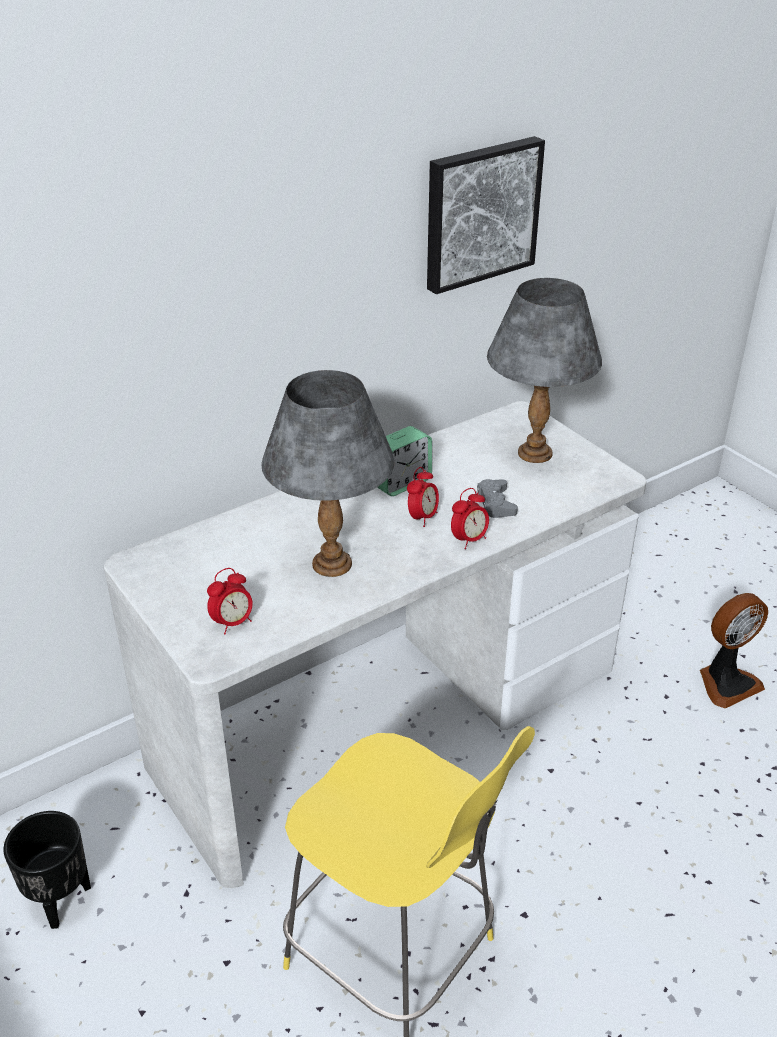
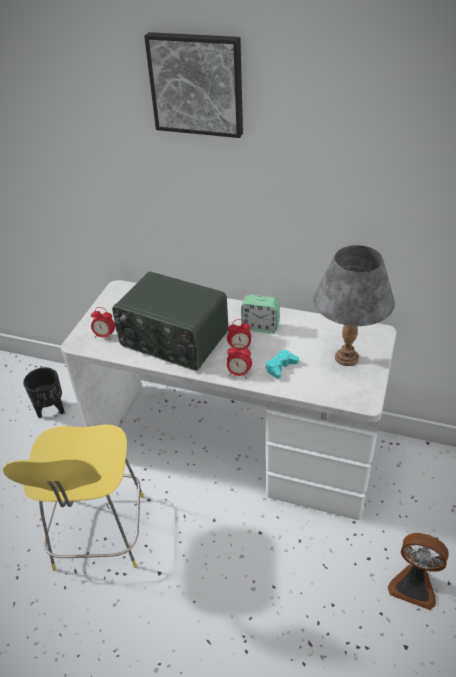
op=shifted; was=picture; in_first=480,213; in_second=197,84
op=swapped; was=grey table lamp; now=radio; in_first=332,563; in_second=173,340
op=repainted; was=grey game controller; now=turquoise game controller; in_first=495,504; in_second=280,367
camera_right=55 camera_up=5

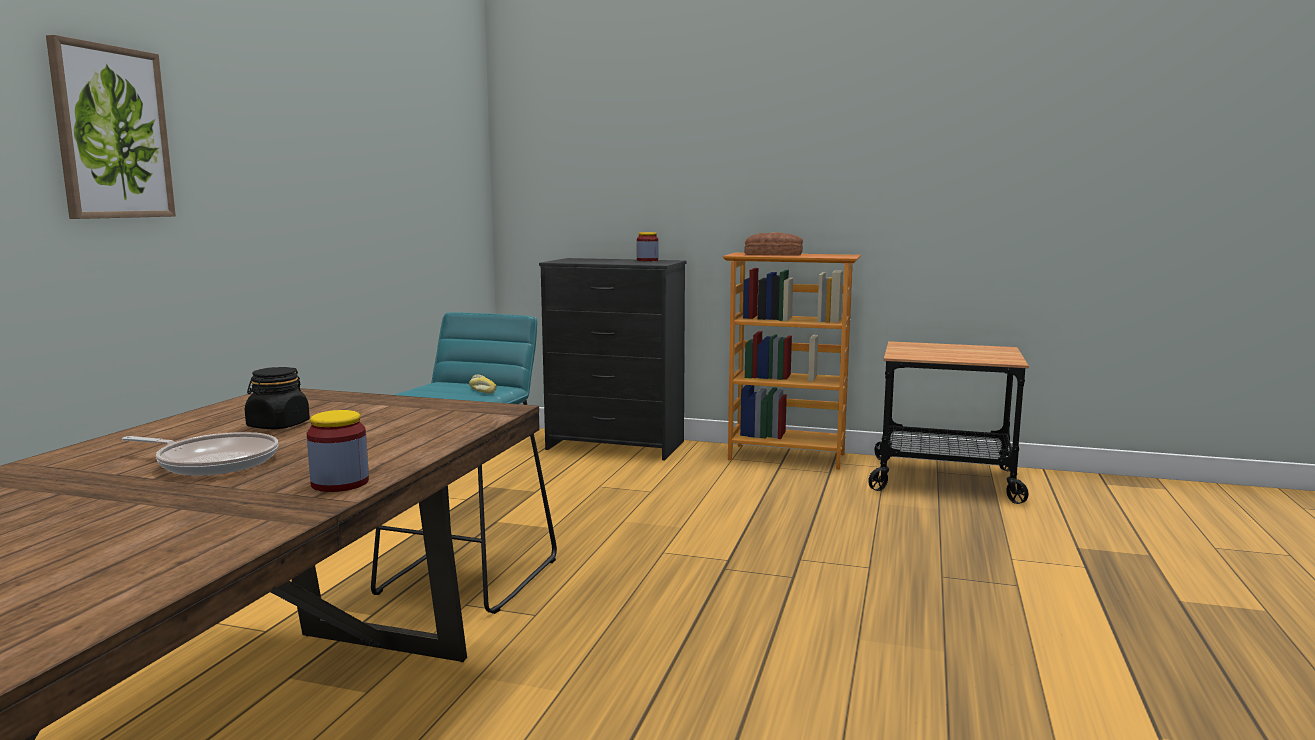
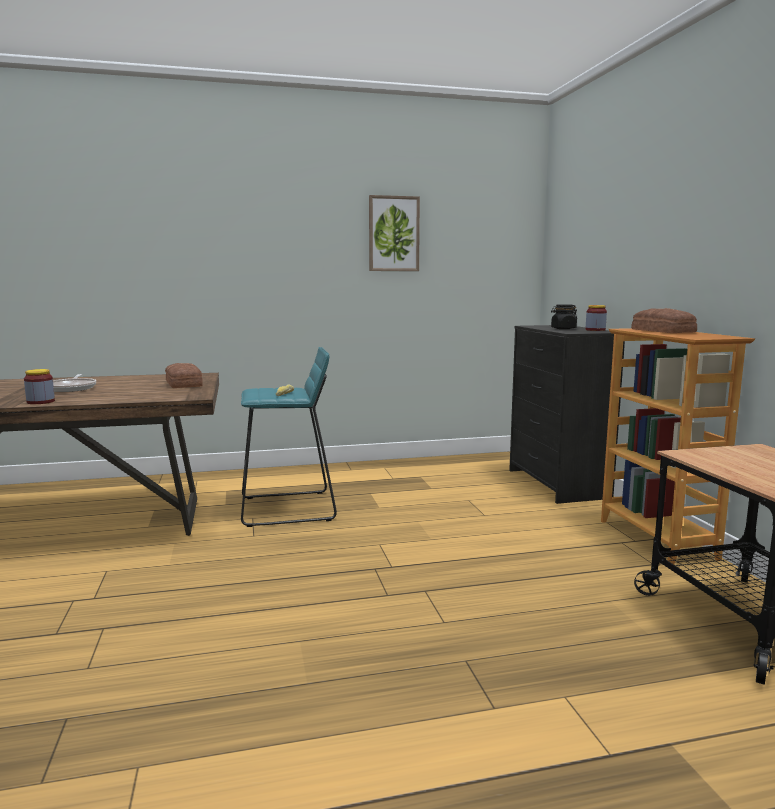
op=new; now=bread; in_second=182,384
op=shifted; was=picture; in_first=111,133; in_second=393,234
op=shifted; was=black jar; in_first=278,425; in_second=563,328
camera_right=60 camera_up=0

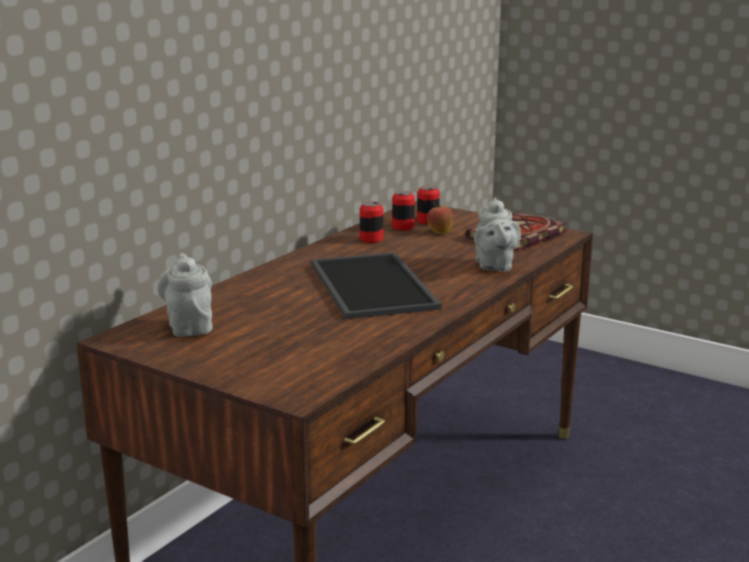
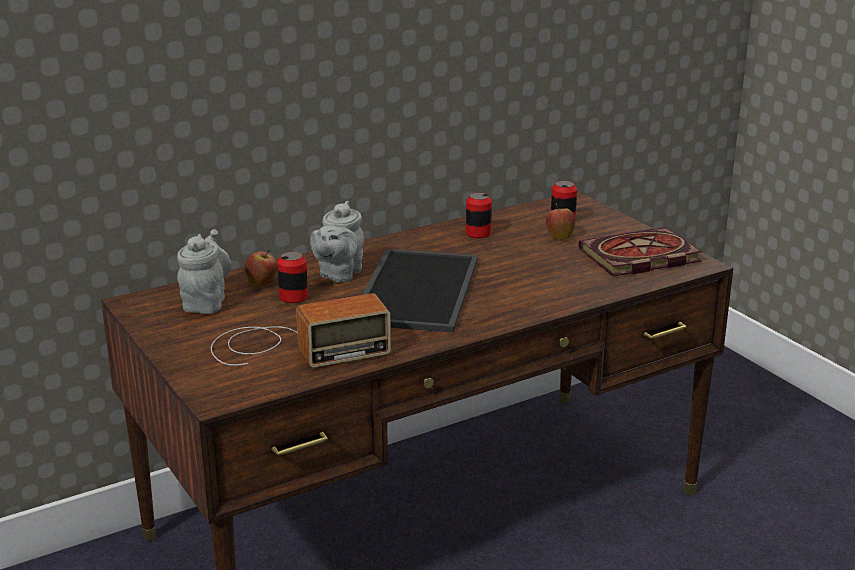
op=new; now=radio; in_second=293,347
op=new; now=apple; in_second=262,283
op=shifted; was=can; in_first=403,227; in_second=293,297
op=shifted; was=grey teapot; in_first=494,266; in_second=338,274
camera_right=25 camera_up=5

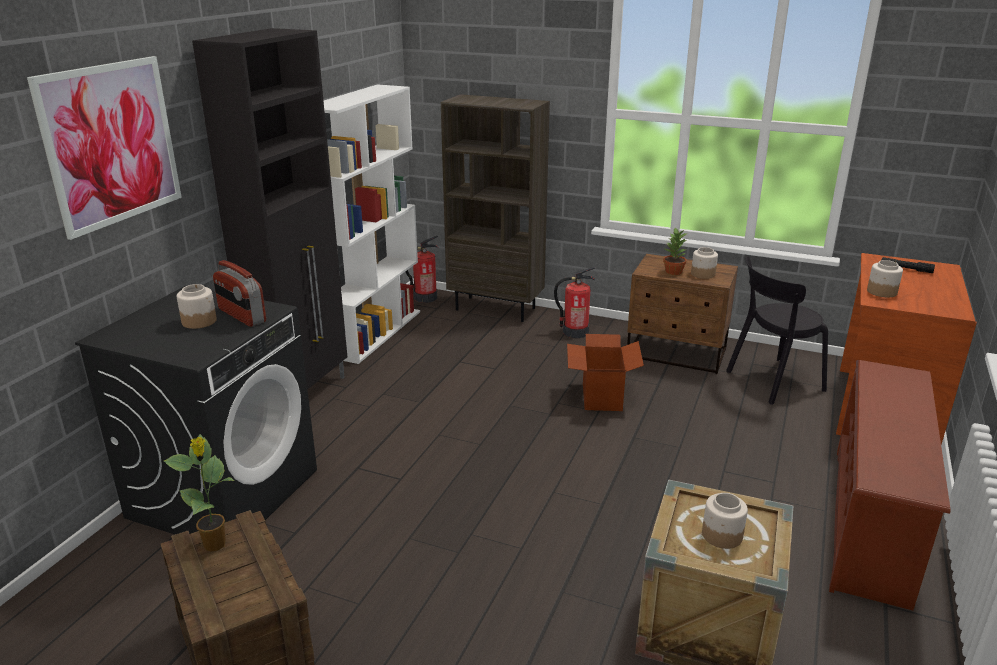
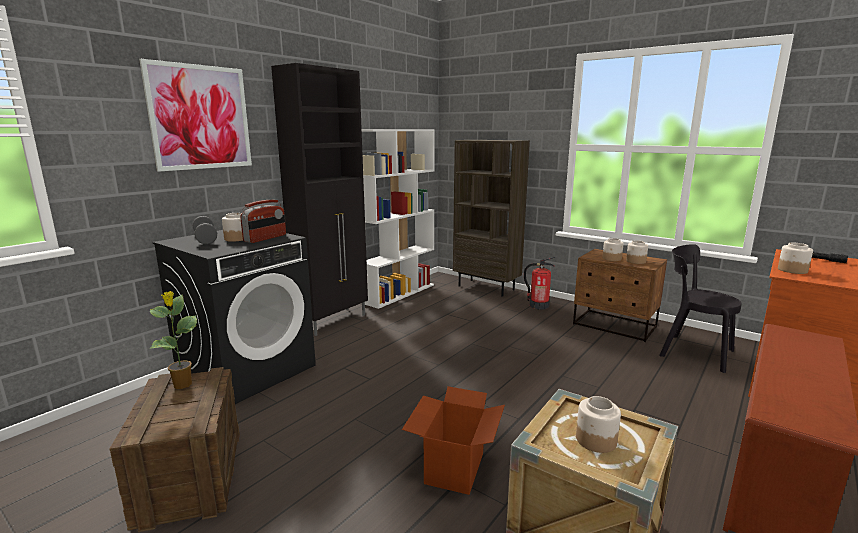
op=gone; was=fire extinguisher; in_first=425,298
op=new; now=grey dumbbell; in_second=205,239
op=shifted; was=cardboard box; in_first=601,397; in_second=453,468
op=swapped; was=potted plant; now=jar; in_first=673,272; in_second=612,258
op=rotated; was=radio; in_first=241,316; in_second=265,238; clockwise=-120
op=rotated; was=black chair; in_first=771,381; in_second=692,352; clockwise=45
camera_right=15 camera_up=-10

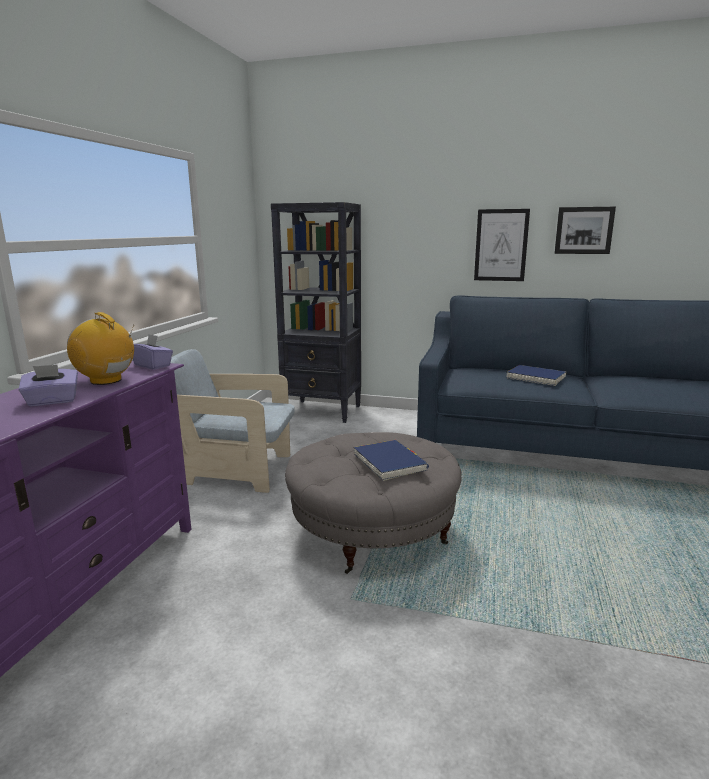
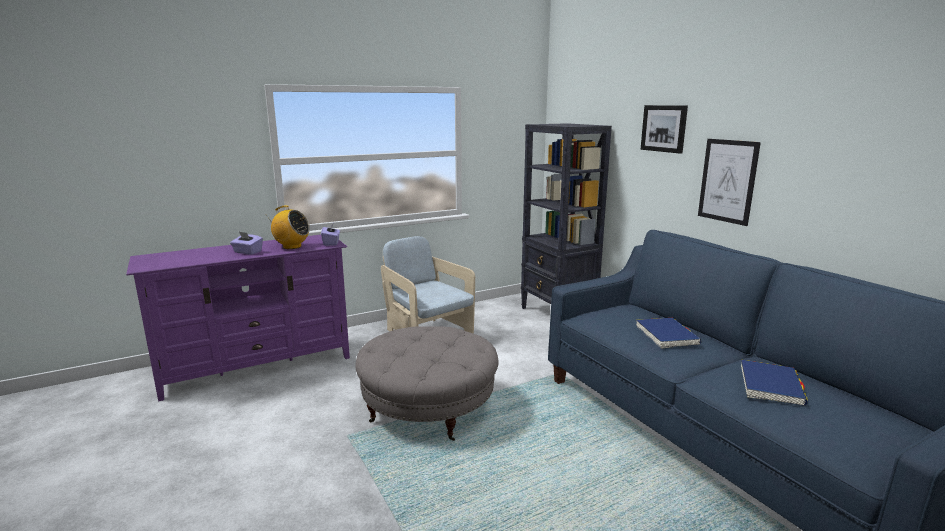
op=shifted; was=blue book; in_first=389,463; in_second=770,385
op=shifted; was=picture; in_first=583,230; in_second=664,128
op=rotated; was=radio; in_first=106,380; in_second=291,247; clockwise=120
camera_right=45 camera_up=0

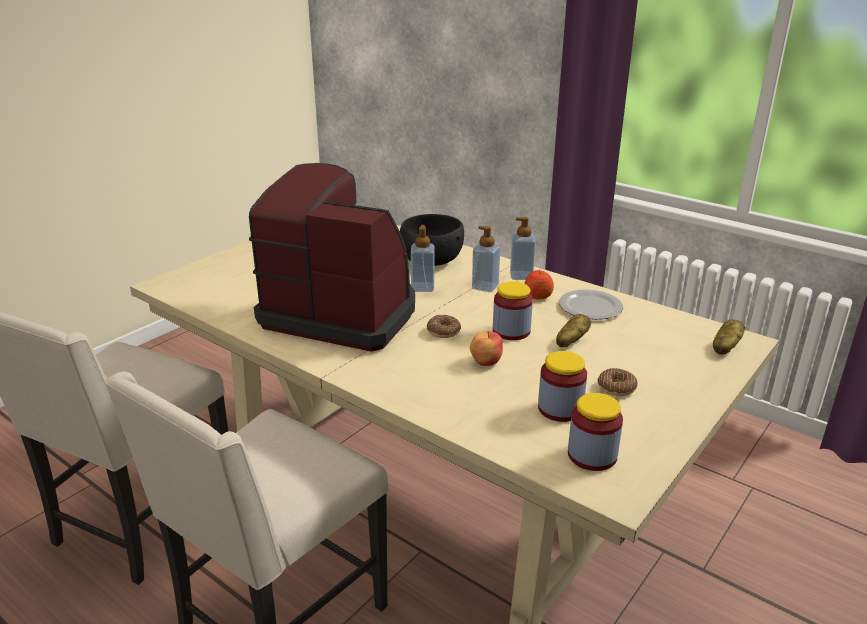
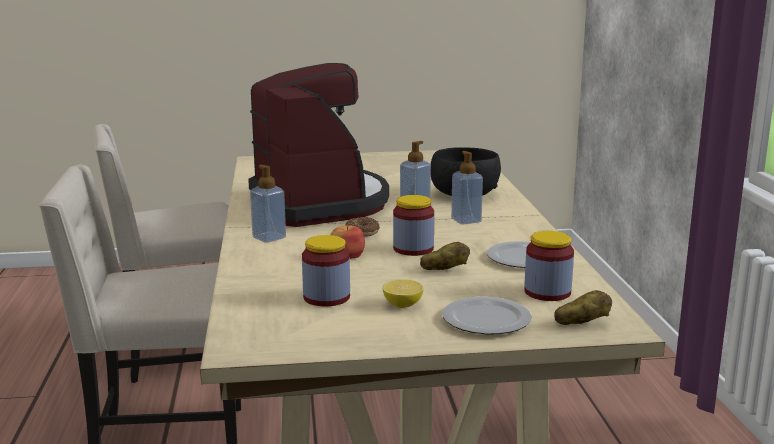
op=gone; was=apple; in_first=537,296
op=new; now=plate; in_second=487,320
op=shifted; was=soap dispenser; in_first=521,276; in_second=269,238
op=shifted; was=jar; in_first=592,455; in_second=547,292
op=swapped; was=donut; now=lemon; in_first=616,388; in_second=403,305
camera_right=45 camera_up=-10

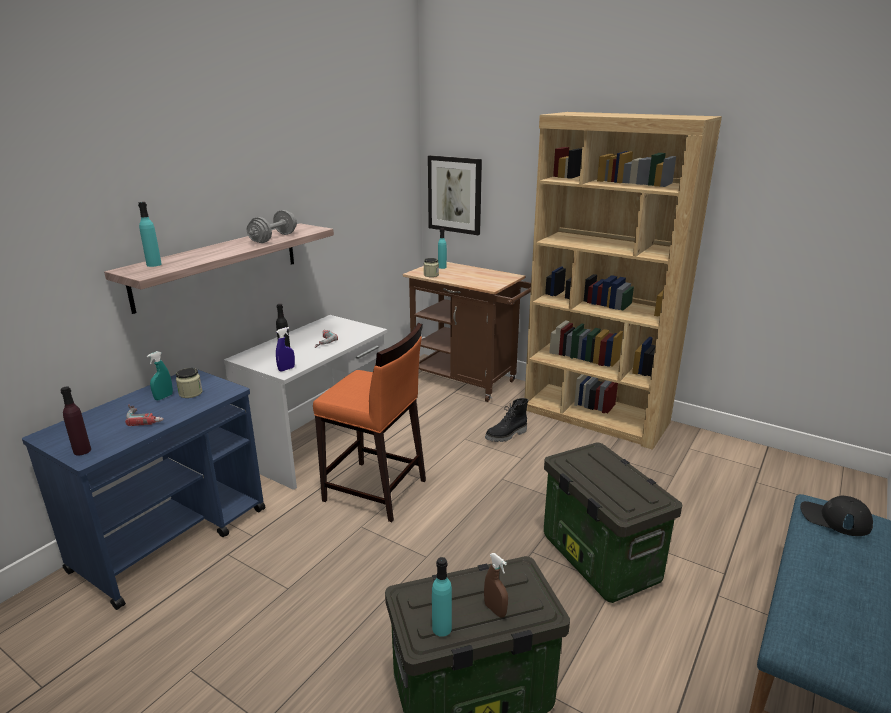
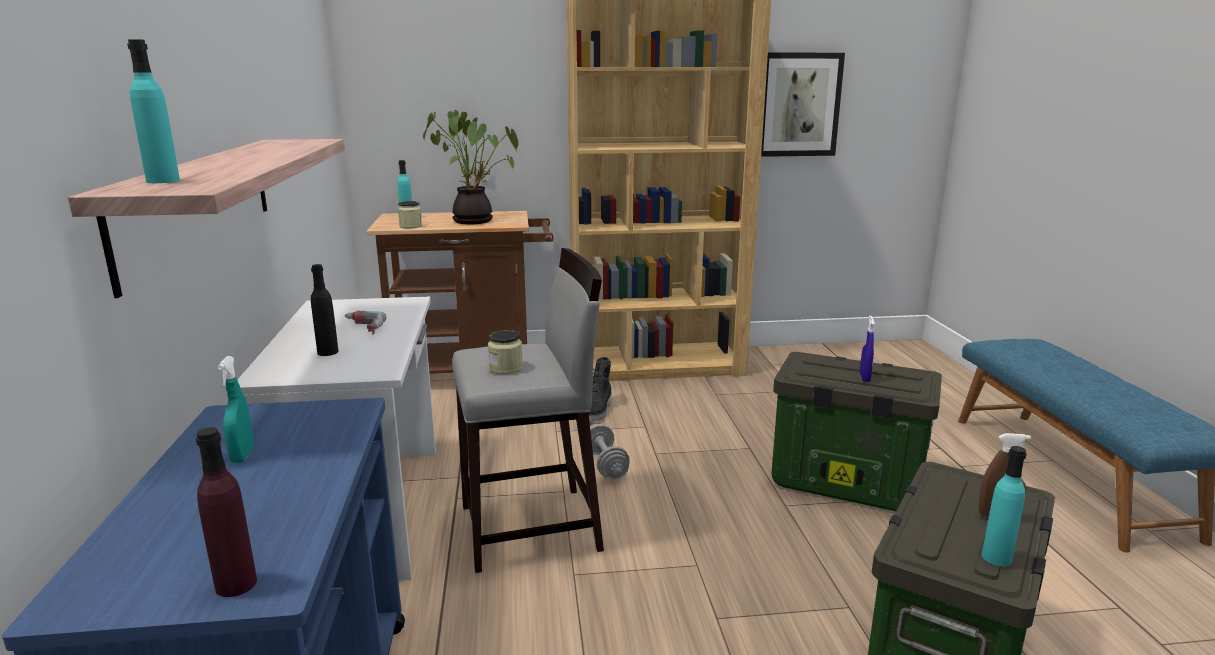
op=gone; was=power drill; in_first=146,416
op=gone; was=black cap; in_first=834,519
op=new; now=potted plant; in_second=475,220
op=shifted; was=jar; in_first=190,393; in_second=506,368
op=shifted; was=grey dumbbell; in_first=273,238; in_second=605,464
op=shifted; was=blue spray bottle; in_first=286,369; in_second=864,378
op=shifted; was=picture; in_first=455,194; in_second=798,105
op=repainted; was=orange stool; now=grey stool; in_first=375,491; in_second=532,528
camera_right=-40 camera_up=-5

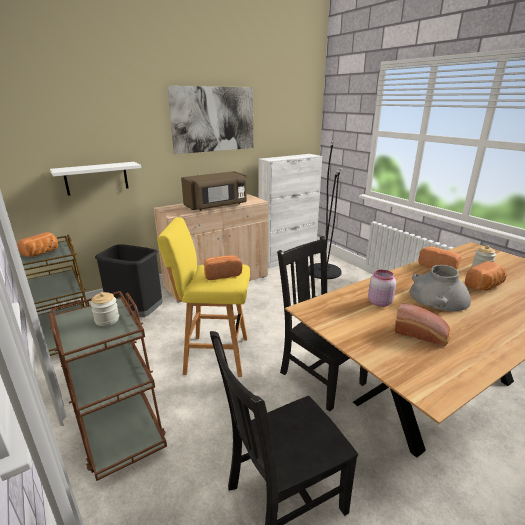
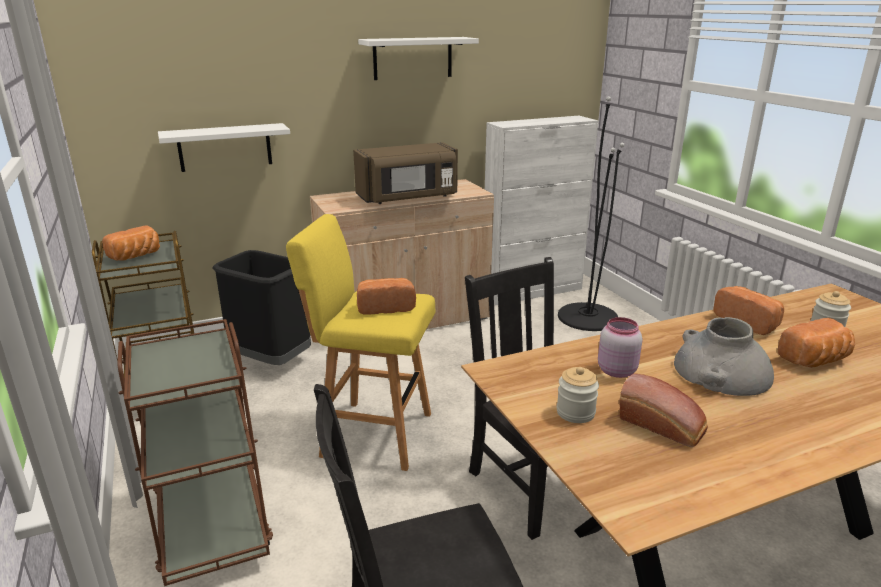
op=shifted; was=jar; in_first=107,320; in_second=575,412
op=swapped; was=picture; now=white shelf; in_first=213,119; in_second=413,58
camera_right=10 camera_up=0

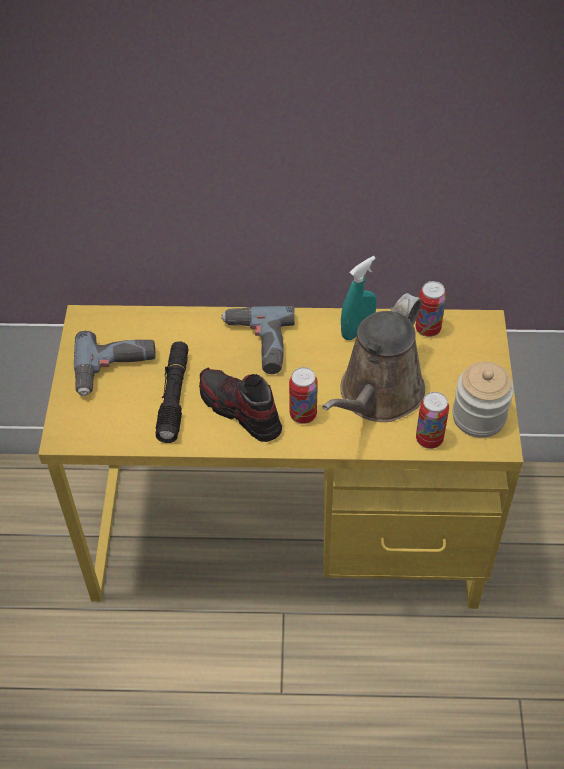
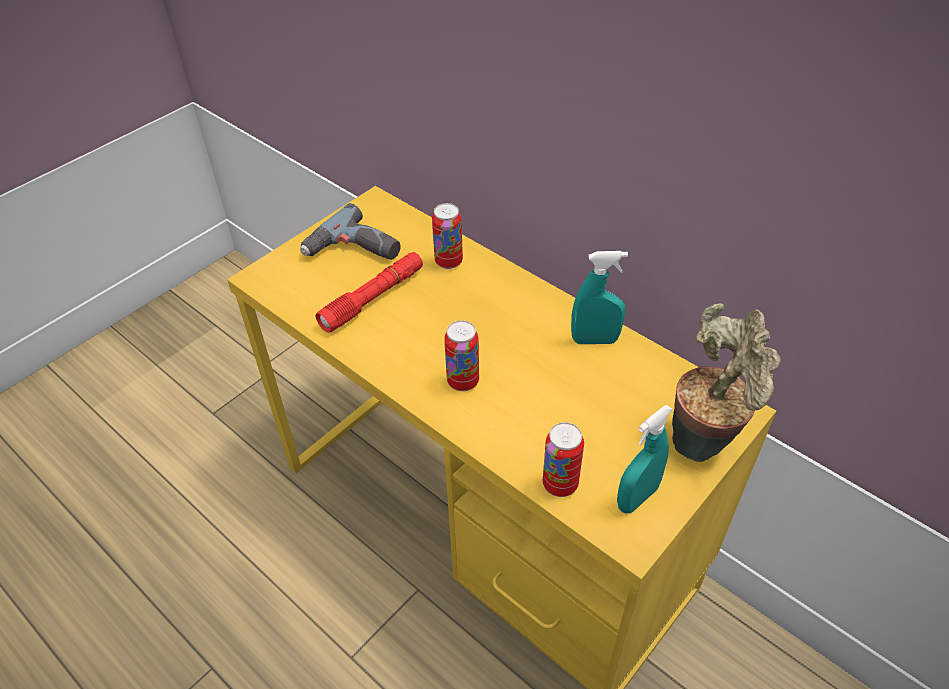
op=gone; was=shoe; in_first=240,411
op=gone; was=power drill; in_first=258,344
op=gone; was=brown watering can; in_first=377,396
op=new; now=potted plant; in_second=704,440
op=shifted; was=can; in_first=427,329; in_second=448,262
op=swapped; was=jar; now=turquoise spray bottle; in_first=478,417; in_second=637,497
op=repainted; was=black flashlight; now=red flashlight; in_first=174,396; in_second=373,299
camera_right=40 camera_up=-5

